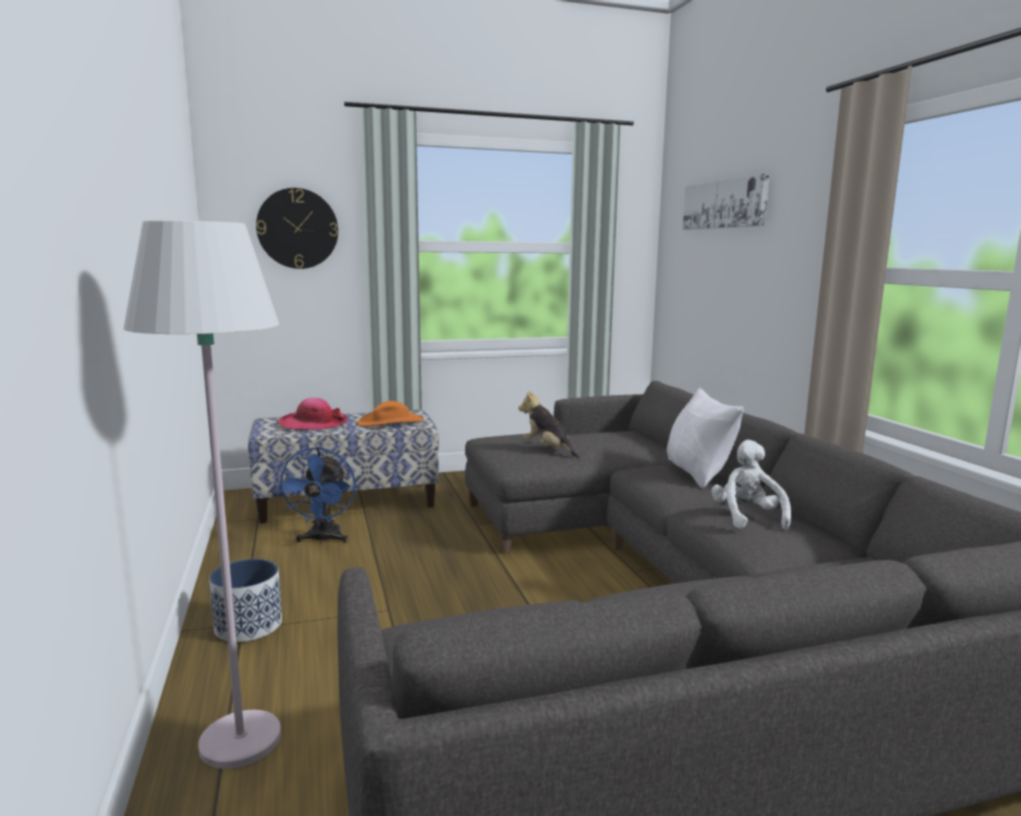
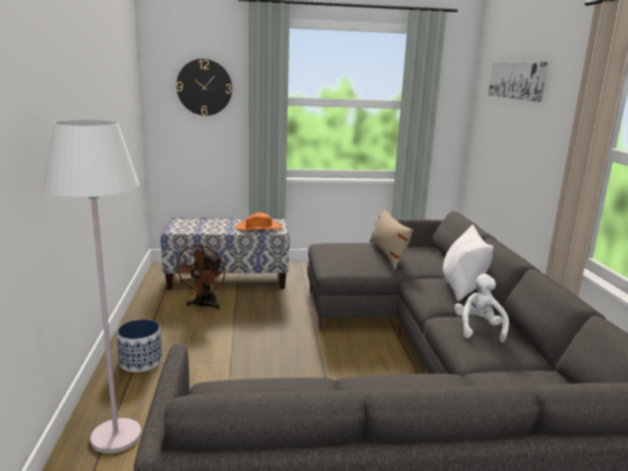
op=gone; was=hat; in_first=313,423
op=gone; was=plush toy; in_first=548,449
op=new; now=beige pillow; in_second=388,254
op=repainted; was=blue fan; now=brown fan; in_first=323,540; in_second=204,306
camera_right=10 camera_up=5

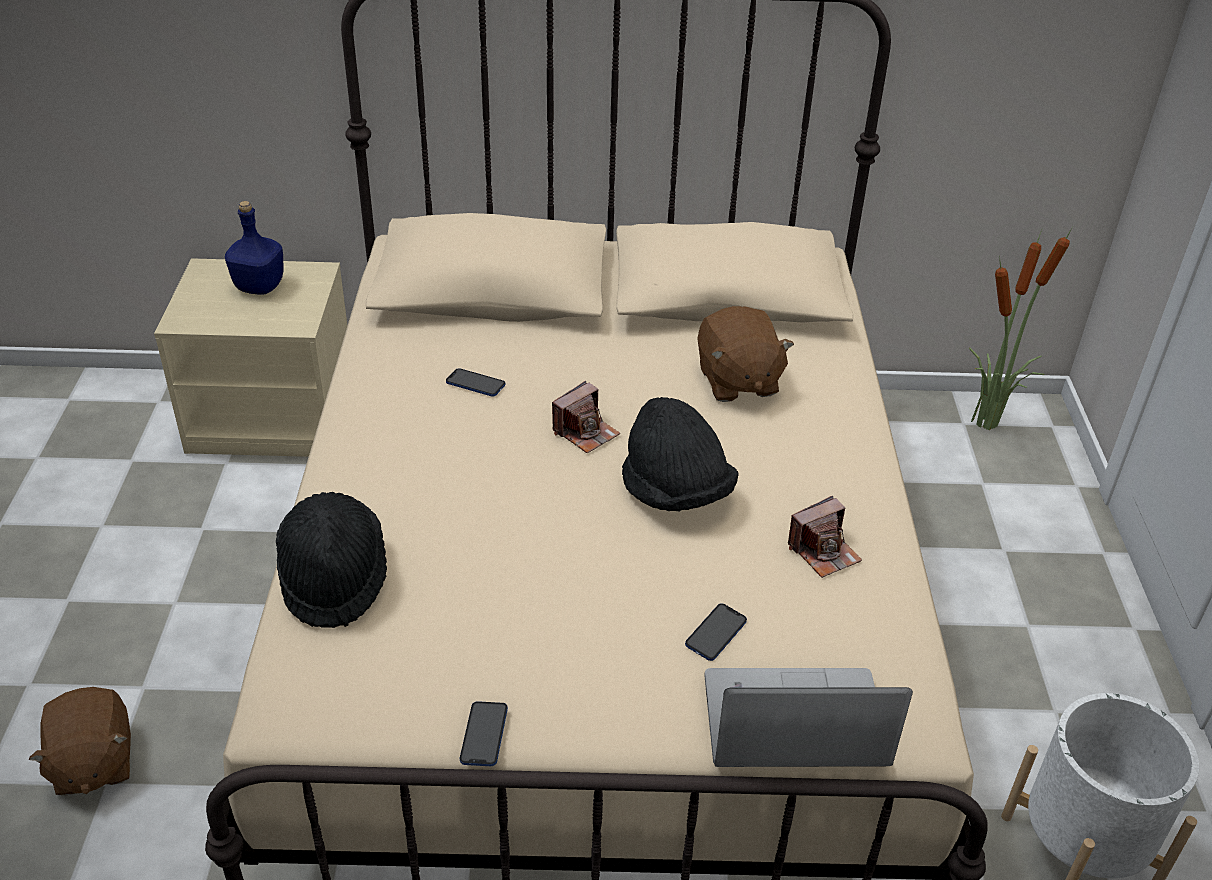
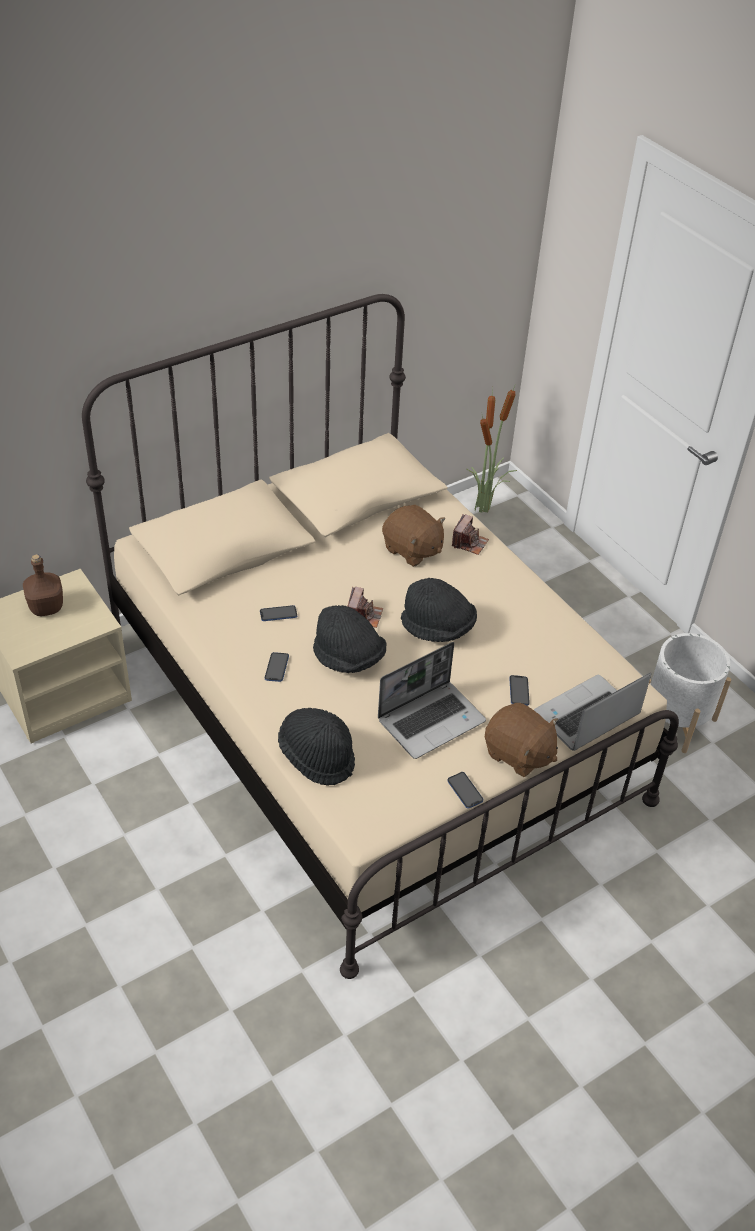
op=new; now=phone; in_second=276,668
op=new; now=black hat; in_second=348,658
op=new; now=laptop; in_second=431,720
op=shifted; was=brown plush toy; in_first=92,763; in_second=518,754
op=shifted; was=photo camera; in_first=823,552; in_second=469,543
op=repainted; was=blue bottle; now=brown bottle; in_first=260,286; in_second=46,607
camera_right=-35 camera_up=5

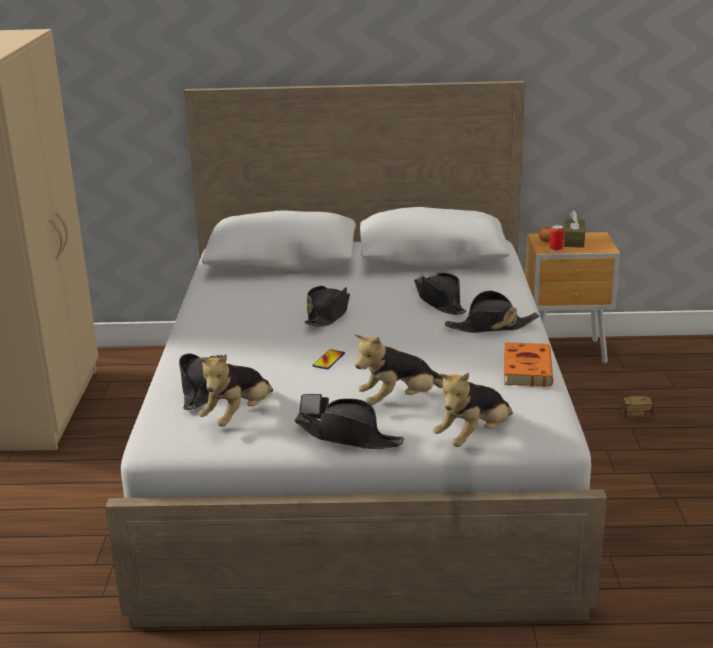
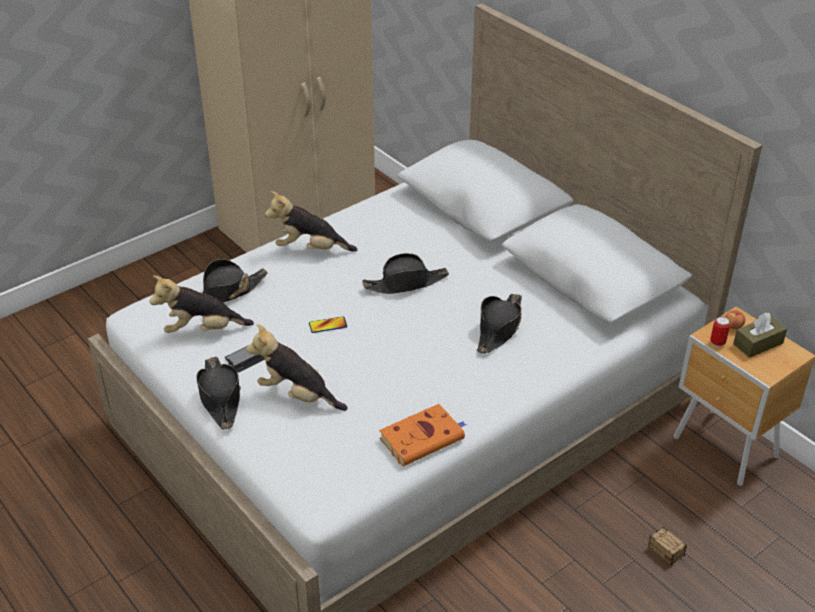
op=gone; was=black hat; in_first=491,326
op=shifted; was=plush toy; in_first=474,437; in_second=310,249
camera_right=50 camera_up=15

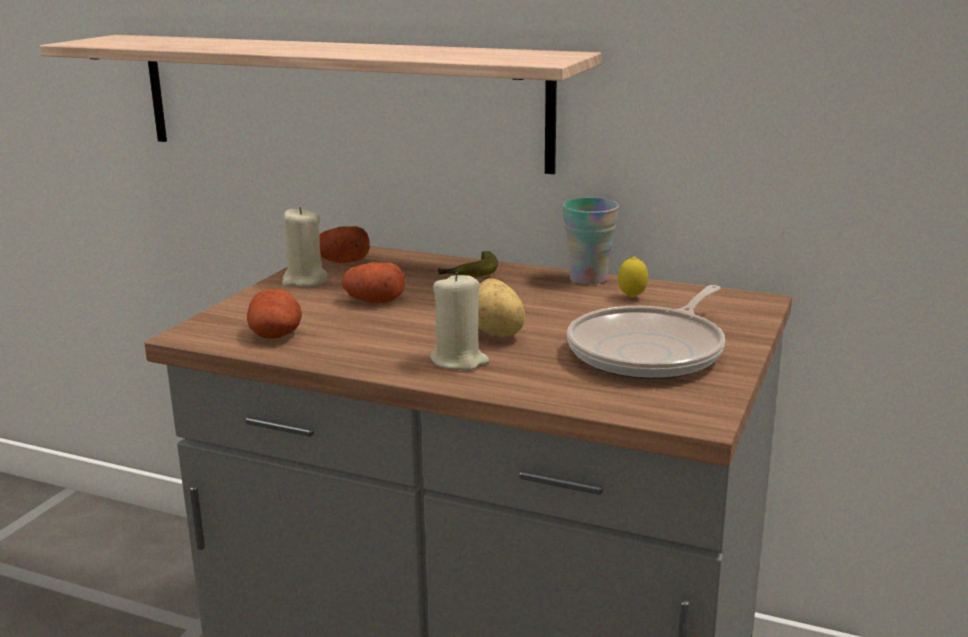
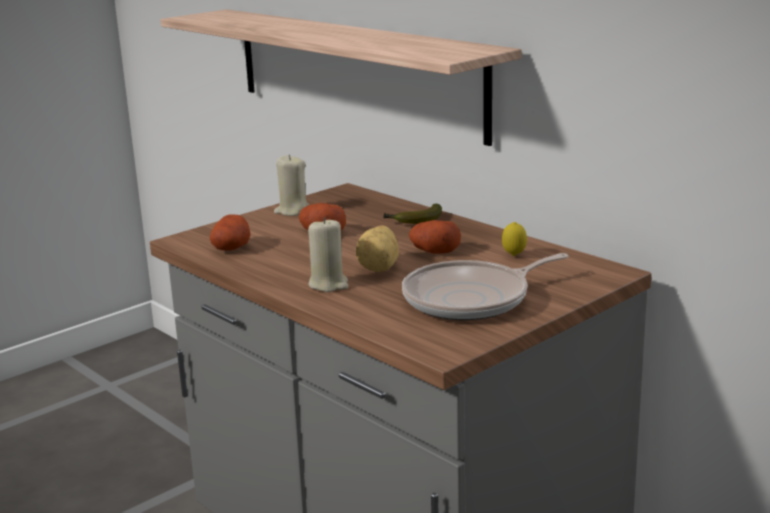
op=gone; was=cup; in_first=588,278
op=shifted; was=potato; in_first=342,261; in_second=434,251
camera_right=25 camera_up=0

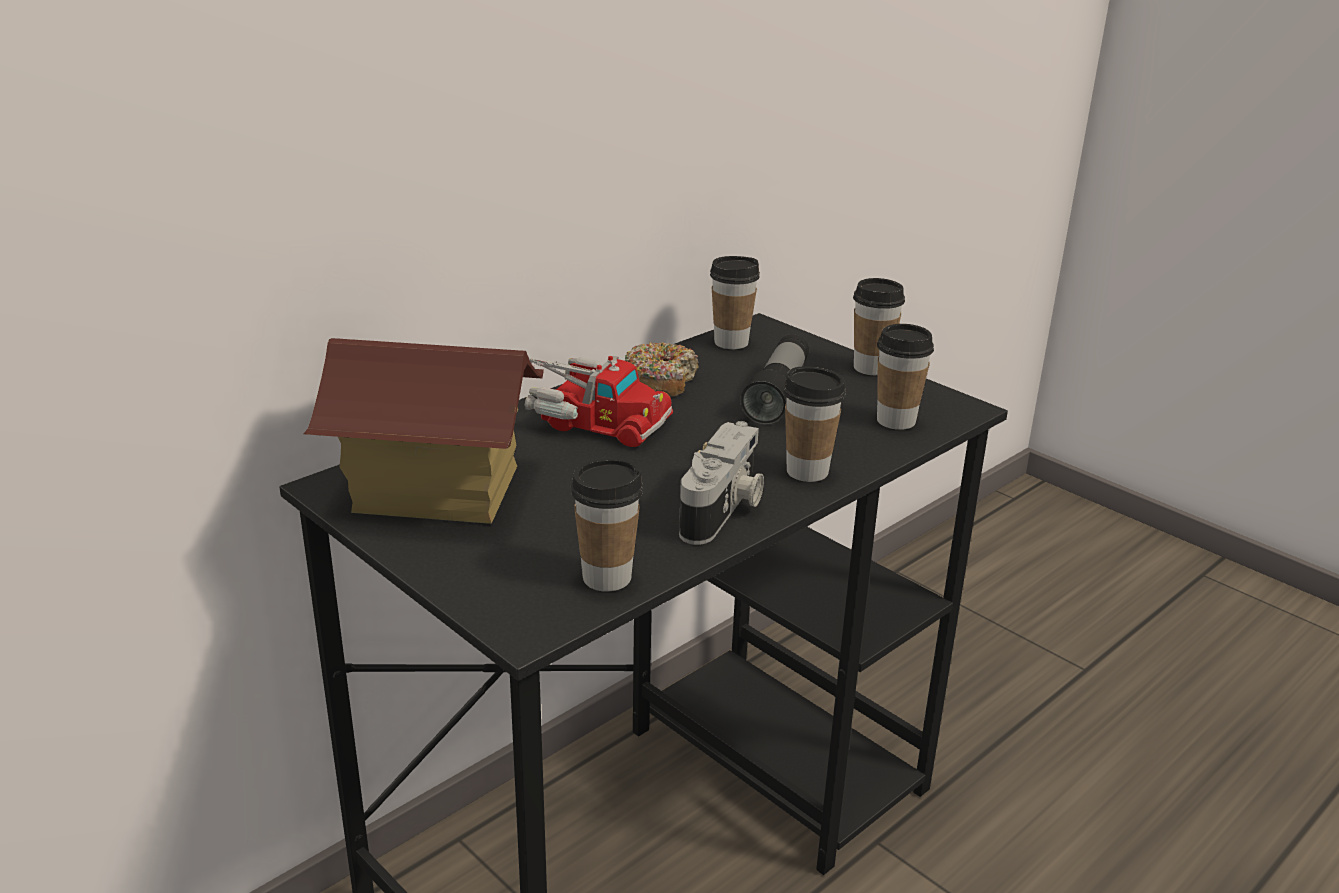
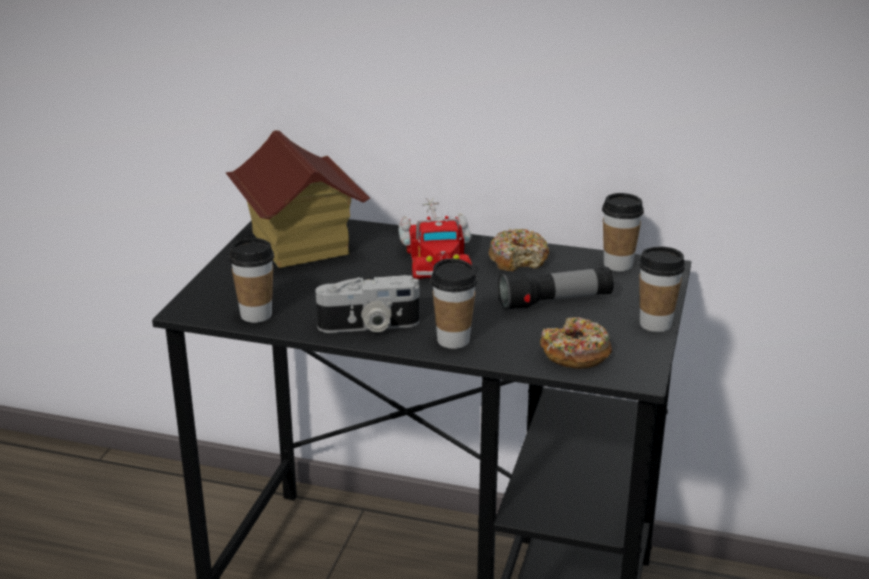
op=swapped; was=cup; now=donut; in_first=896,421; in_second=575,354
camera_right=60 camera_up=0

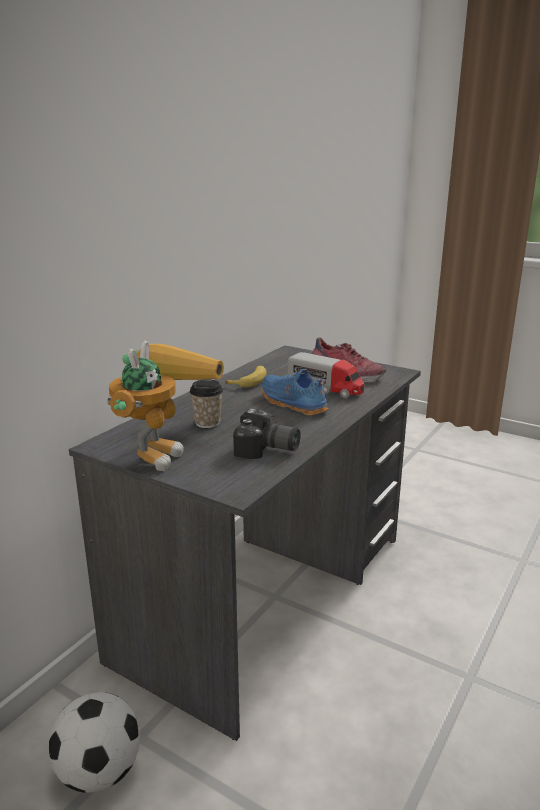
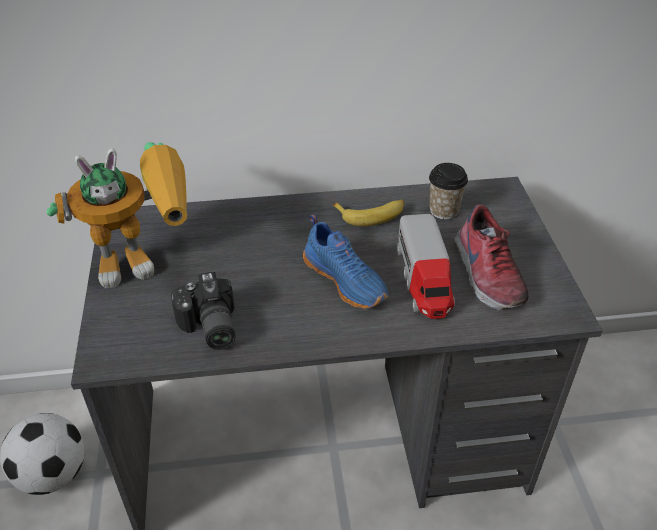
op=shifted; was=cup; in_first=207,423; in_second=444,210
op=rotated; was=blue shoe; in_first=292,404; in_second=346,279; clockwise=135
camera_right=50 camera_up=20

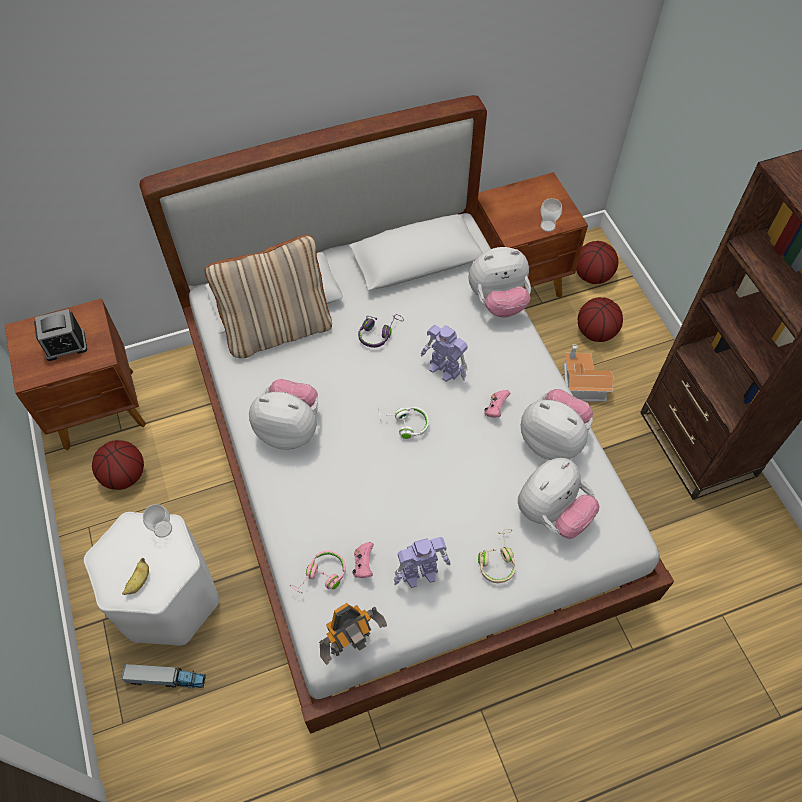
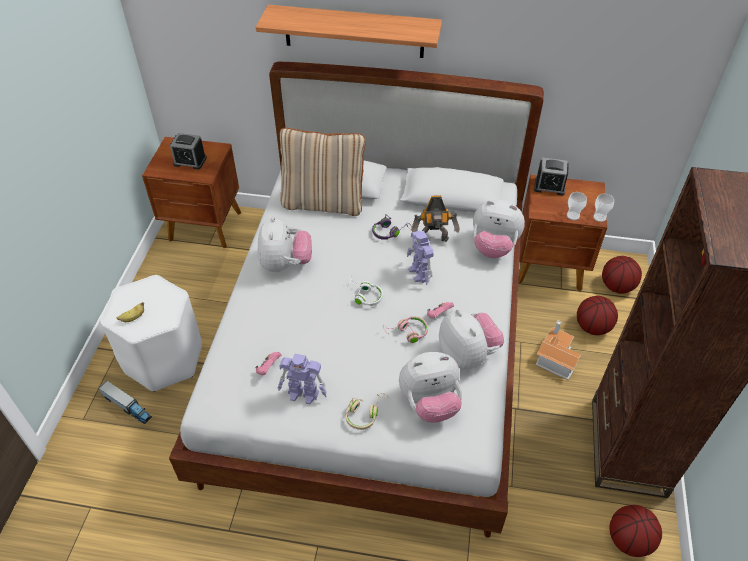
op=new; now=shelf; in_second=354,31
op=new; now=alarm clock; in_second=549,186
op=shifted; was=basketball; in_first=125,475; in_second=629,540
op=shifted; was=cup; in_first=163,529; in_second=599,217
op=shifted; was=pink headphones; in_first=321,576; in_second=407,333
op=shifted; was=toy robot; in_first=352,642; in_second=434,240
op=rotated; was=plush toy; in_first=290,429; in_second=285,264; clockwise=45
camera_right=30 camera_up=-10

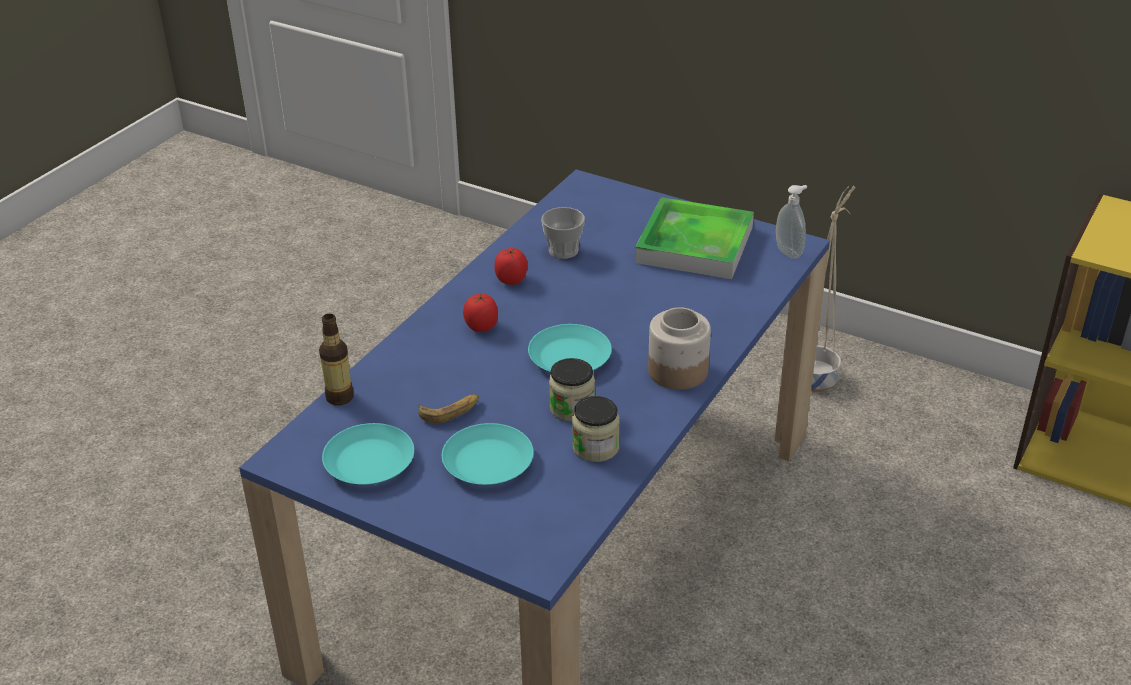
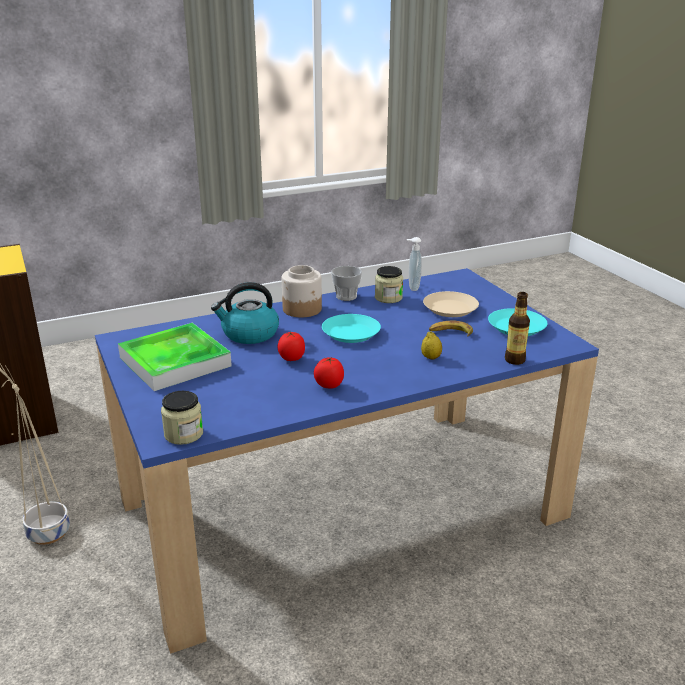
op=new; now=kettle; in_second=249,334
op=new; now=lemon; in_second=431,357
op=shifted; was=tomato; in_first=482,327; in_second=291,359
op=shifted; was=cup; in_first=563,251; in_second=346,296
op=shifted; was=jar; in_first=572,408; in_second=183,434
op=shifted; was=soap dispenser; in_first=790,252; in_second=412,287
op=repainted; was=turquoise plate; now=beige plate; in_first=487,461; in_second=450,309
camera_right=-145 camera_up=-10

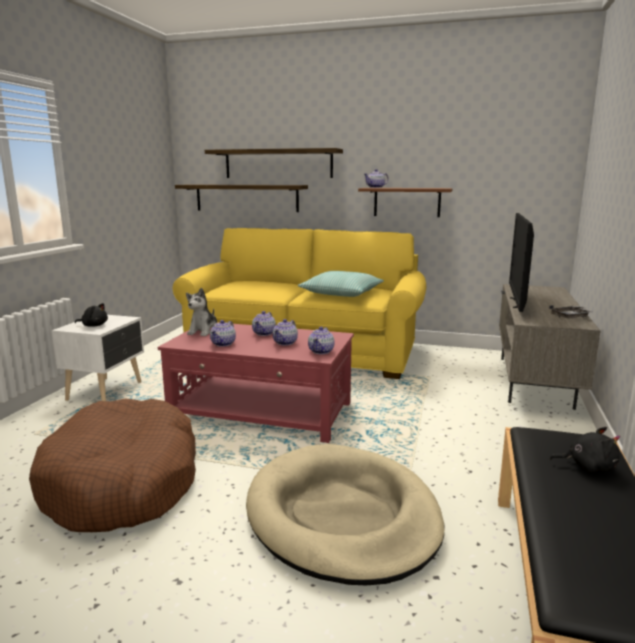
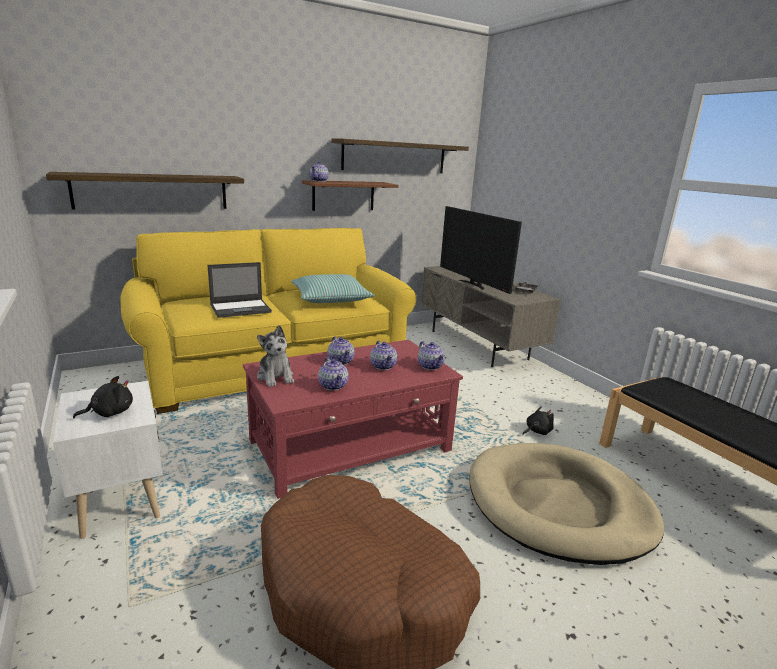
op=new; now=laptop; in_second=241,308
op=shifted; was=shelf; in_first=278,164; in_second=394,157
op=shifted; was=black plush toy; in_first=587,466; in_second=537,431
camera_right=-45 camera_up=5

